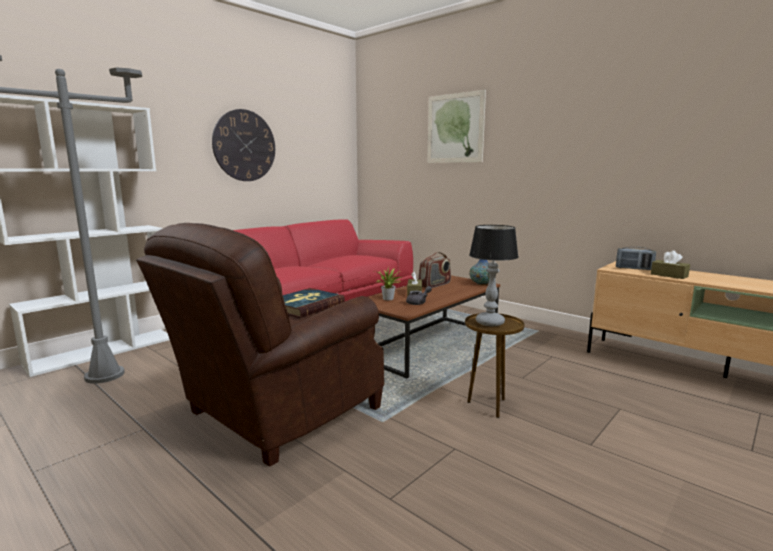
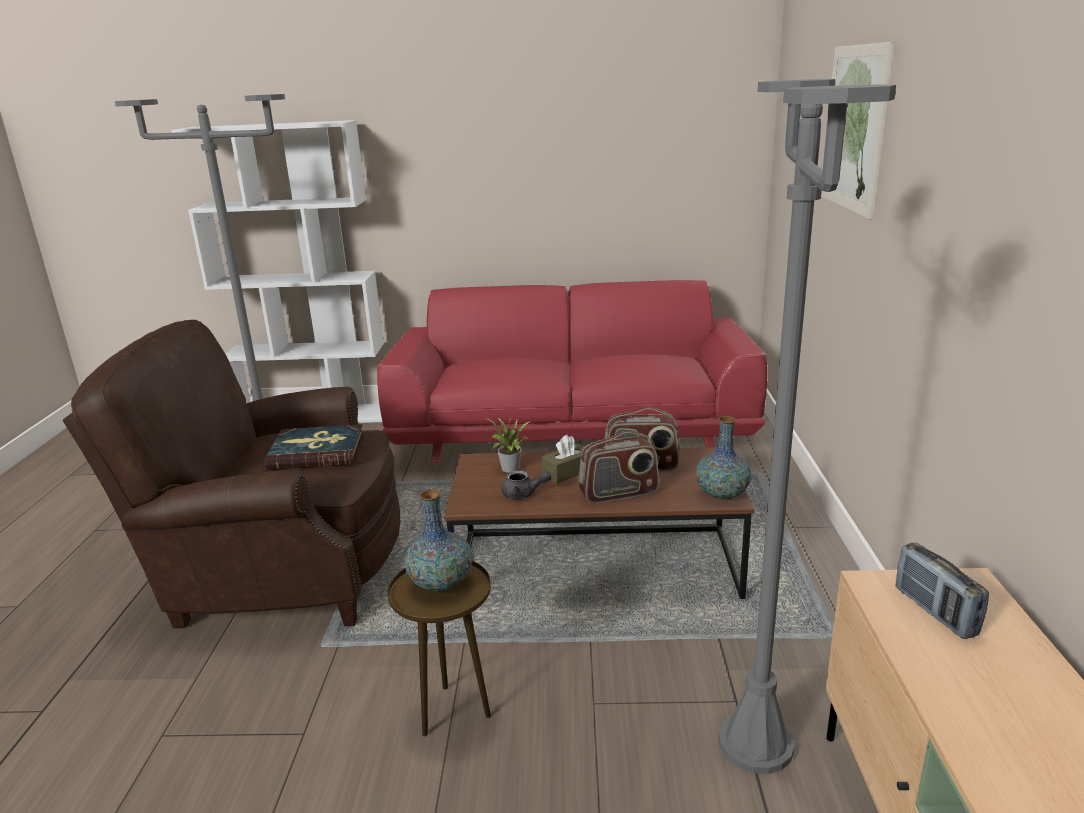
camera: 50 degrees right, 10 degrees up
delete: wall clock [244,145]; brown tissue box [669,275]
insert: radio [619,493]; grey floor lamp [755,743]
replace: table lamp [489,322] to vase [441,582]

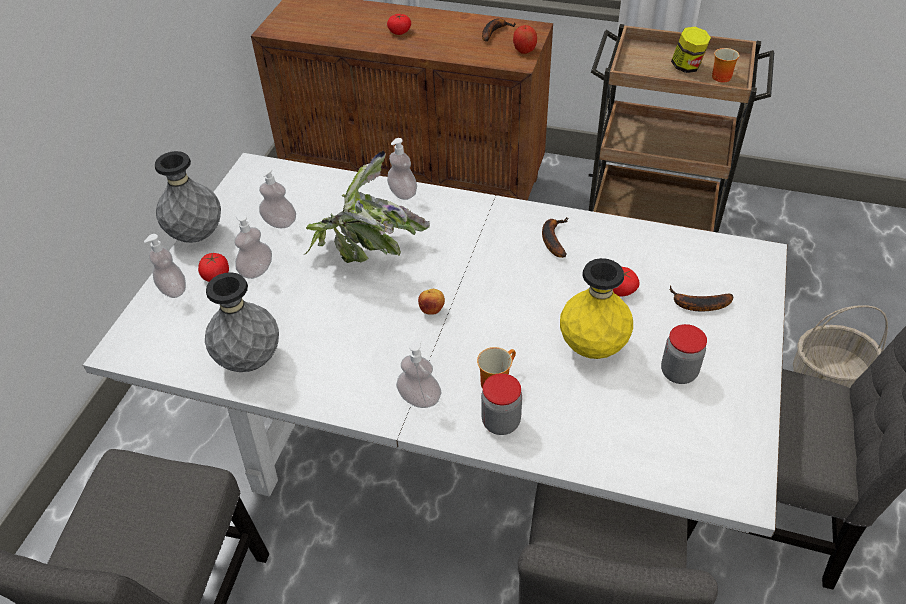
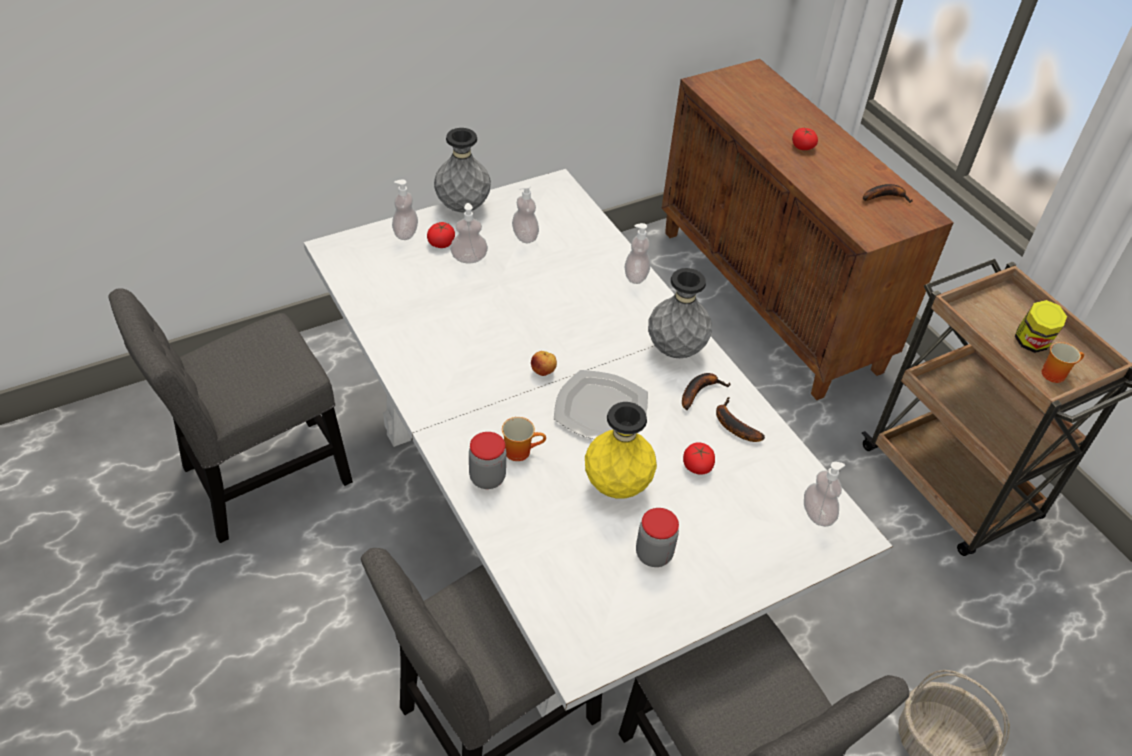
camera: 40 degrees right, 0 degrees up
delete: potted plant [366,254]; apple [524,50]
insert: plate [601,410]
move: grey vase [249,360] to [675,350]; soap dispenser [419,399] to [817,514]; banana [697,305] to [732,425]

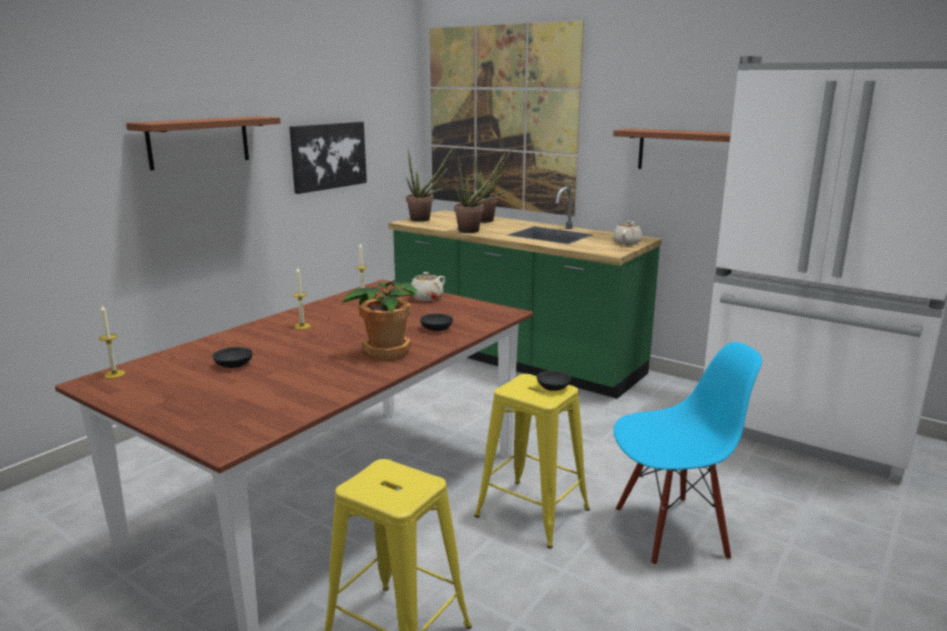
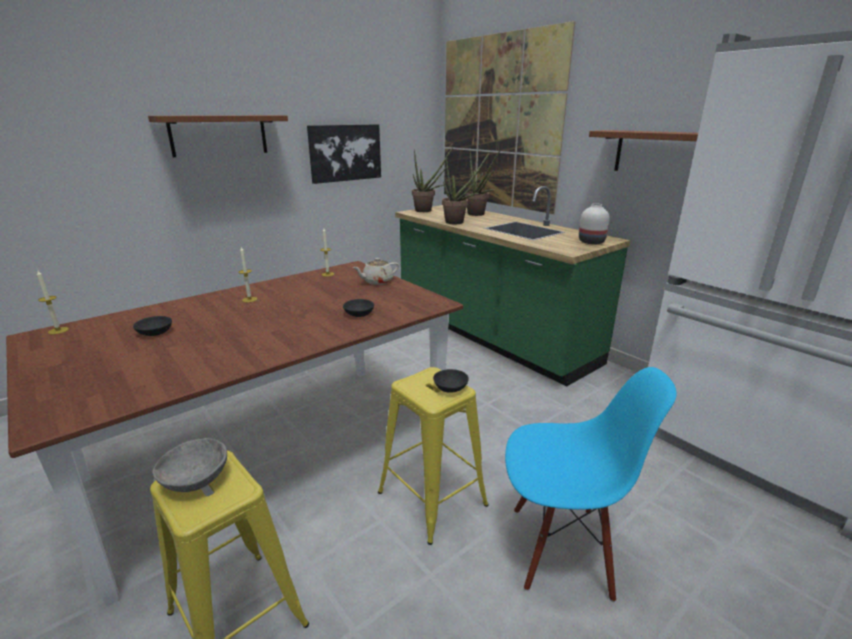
camera: 15 degrees right, 5 degrees up
delete: potted plant [385,352]
insert: grey bowl [196,479]
replace: beige teapot [627,243] to white vase [591,242]

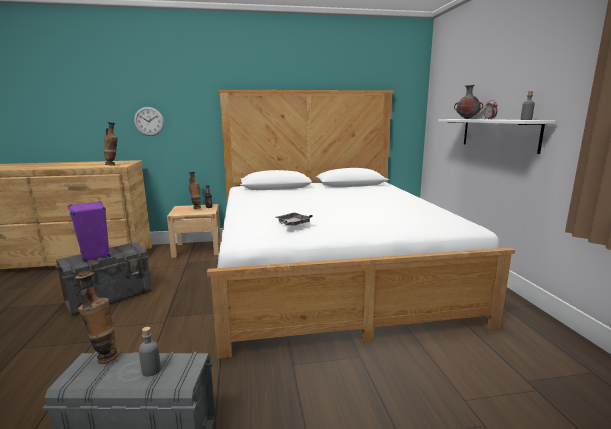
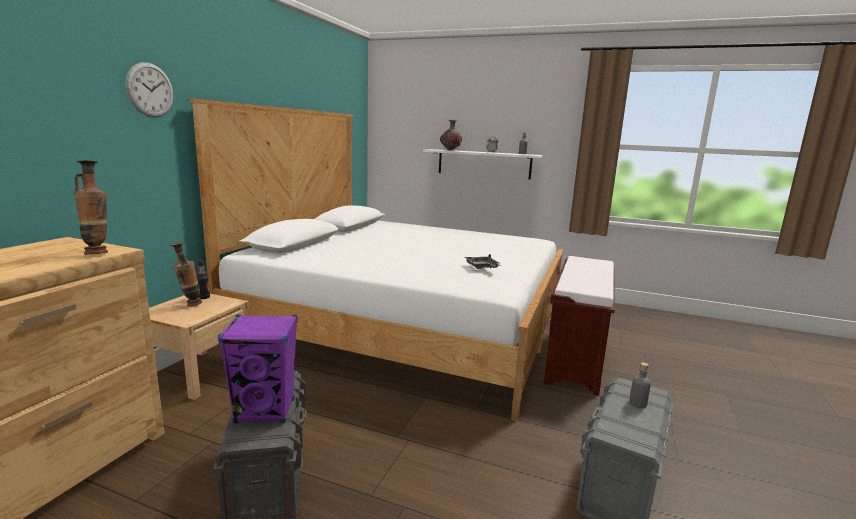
camera: 60 degrees left, 0 degrees up
delete: vase [104,357]
insert: brown bench [575,358]
move: wall clock [149,121] to [150,90]

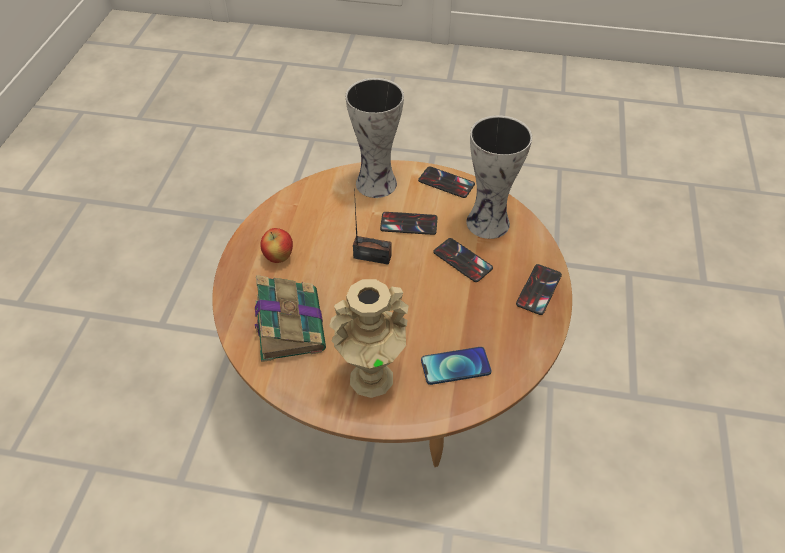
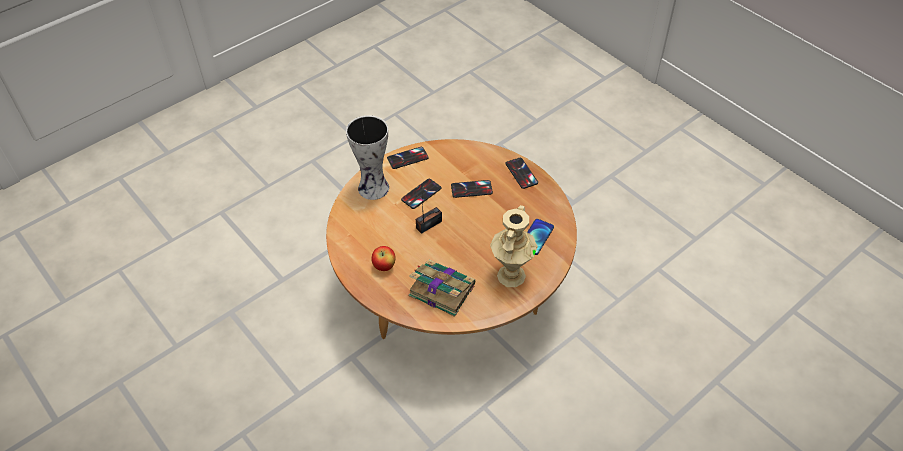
camera: 50 degrees left, 0 degrees up
delete: vase [489,224]

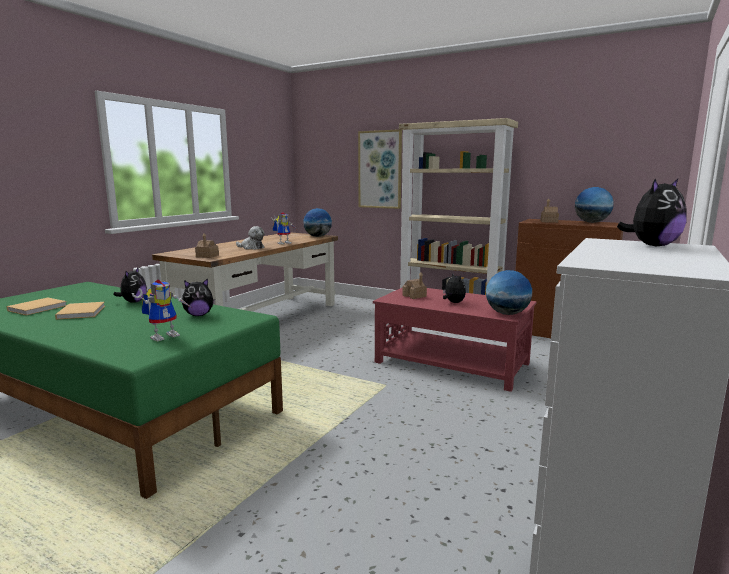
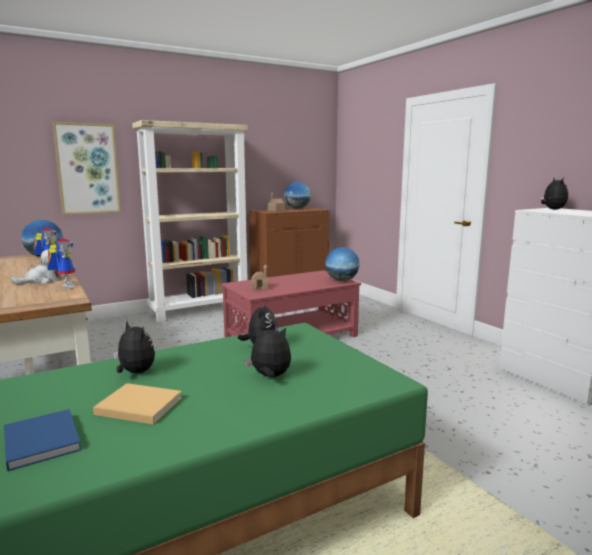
camera: 60 degrees left, 0 degrees up
delete: toy house [207,256]
move: toy robot [165,336] to [65,286]; plush toy [453,302] to [270,376]
recolor: beige book [39,308] to blue book [41,440]

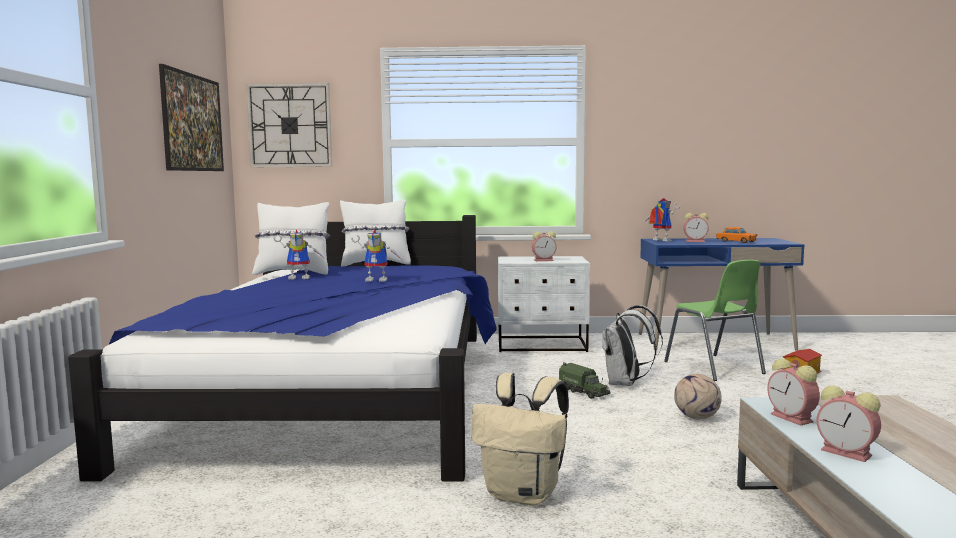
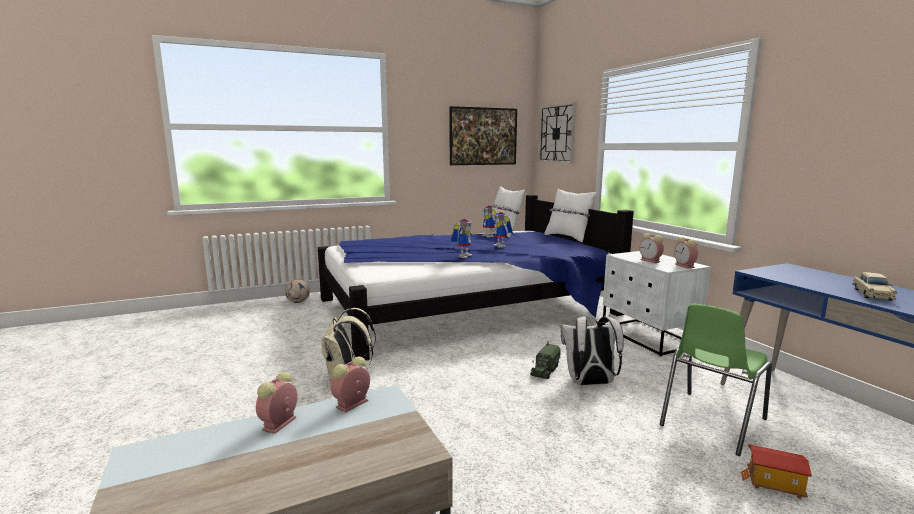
camera: 65 degrees right, 5 degrees up
move: toy robot [659,240] to [463,255]; football [696,417] to [298,302]; alarm clock [696,241] to [685,266]
recolor: orange toy car [736,241] to beige toy car [872,294]

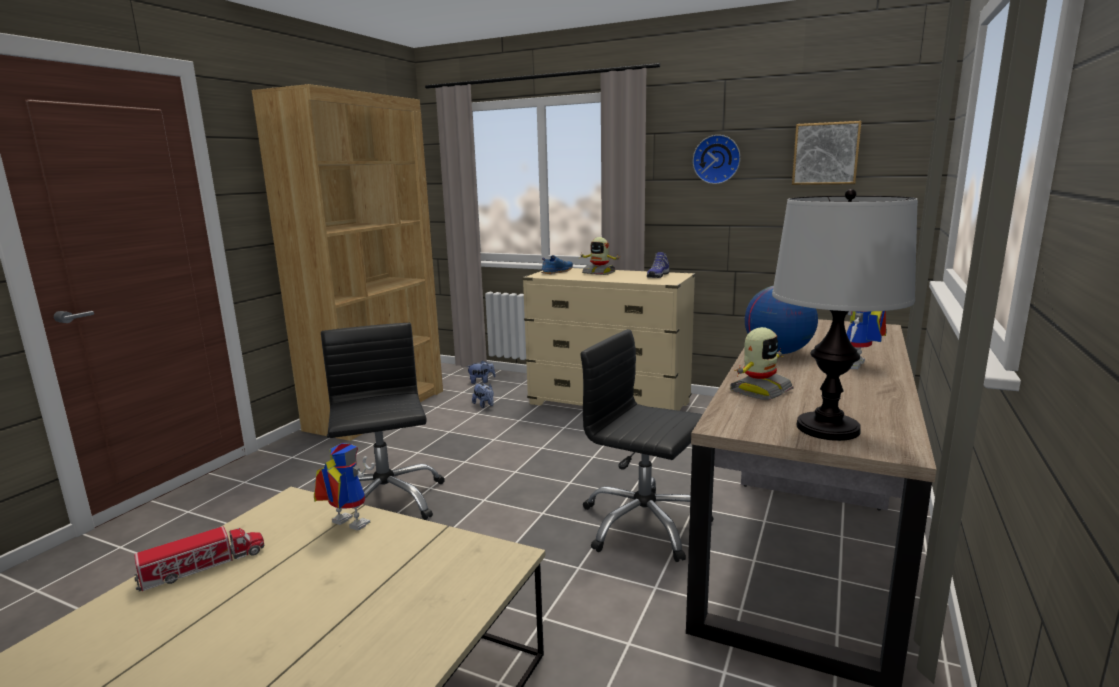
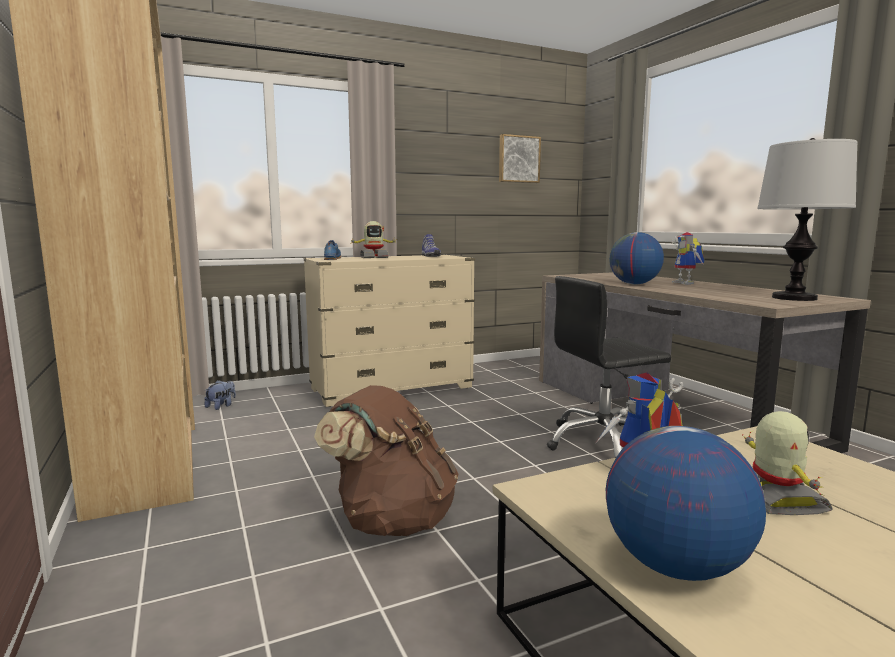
camera: 50 degrees left, 5 degrees down
delete: plush toy [484,405]; wall clock [717,159]
move: toy robot [759,390] to [776,499]
replace: toy truck [203,566] to globe [675,566]; black office chair [385,500] to brown backpack [392,521]

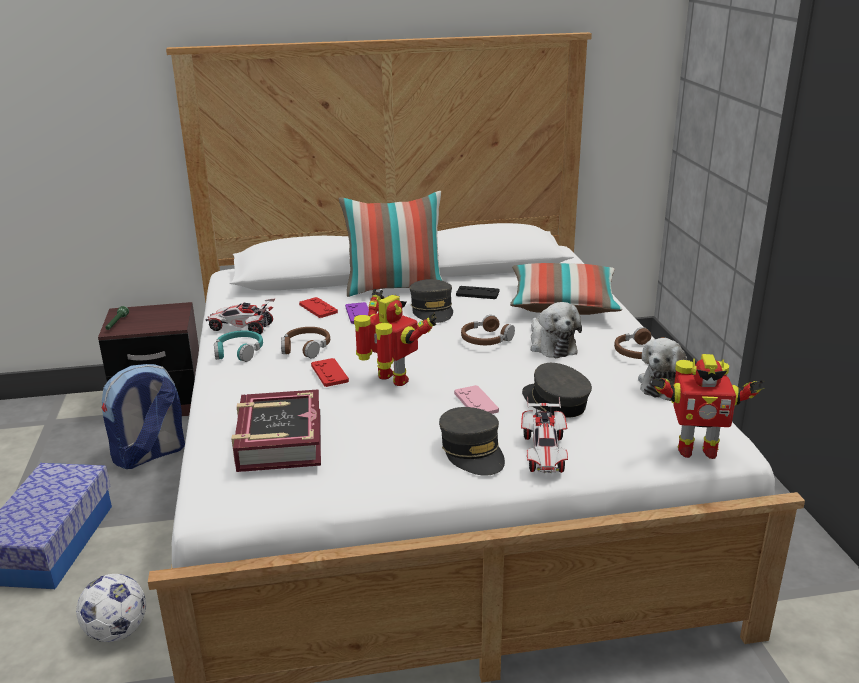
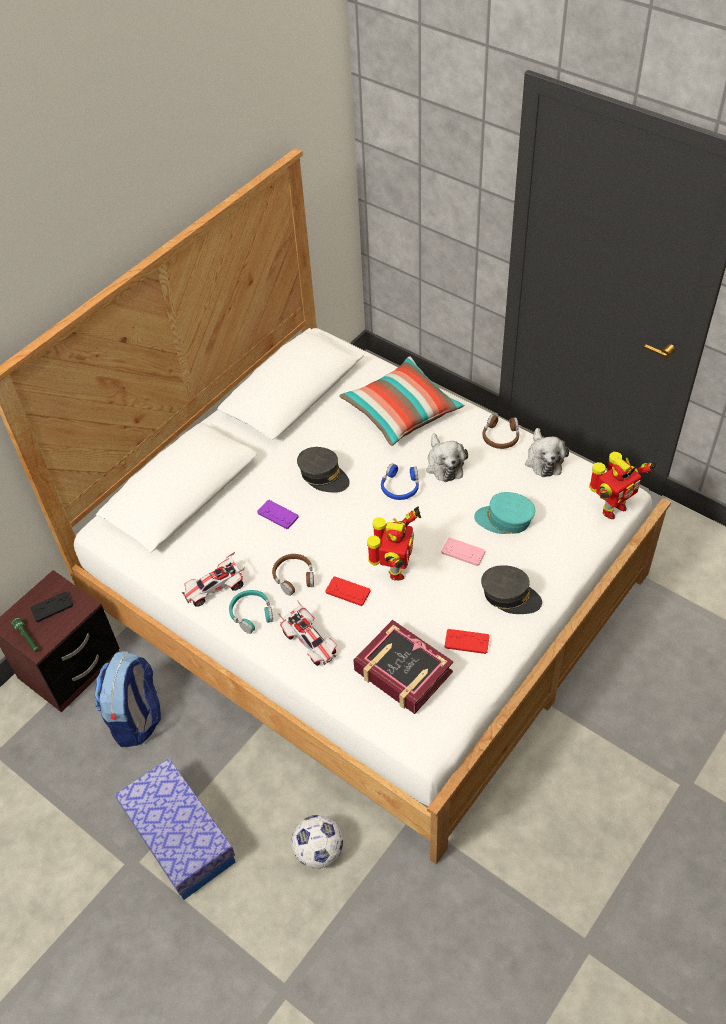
camera: 40 degrees left, 25 degrees up
delete: pillow [395,288]
move: red game controller [318,308] to [466,642]; black game controller [477,293] to [52,607]; toy car [544,453] to [310,643]
recolor: brown headphones [486,339] to blue headphones [400,486]; grey cap [555,402] to turquoise cap [504,520]
rotate: toy robot [392,380] = [395,570] 105 degrees clockwise; plush toy [551,345] = [444,464] 45 degrees clockwise

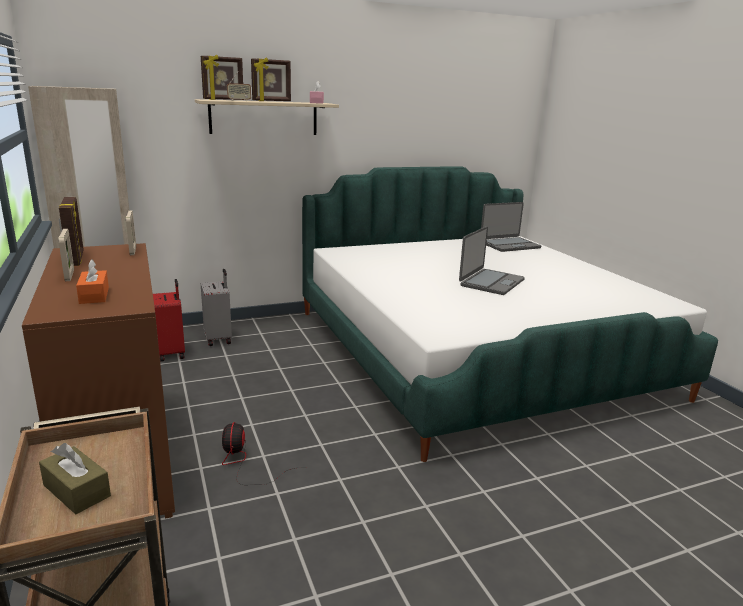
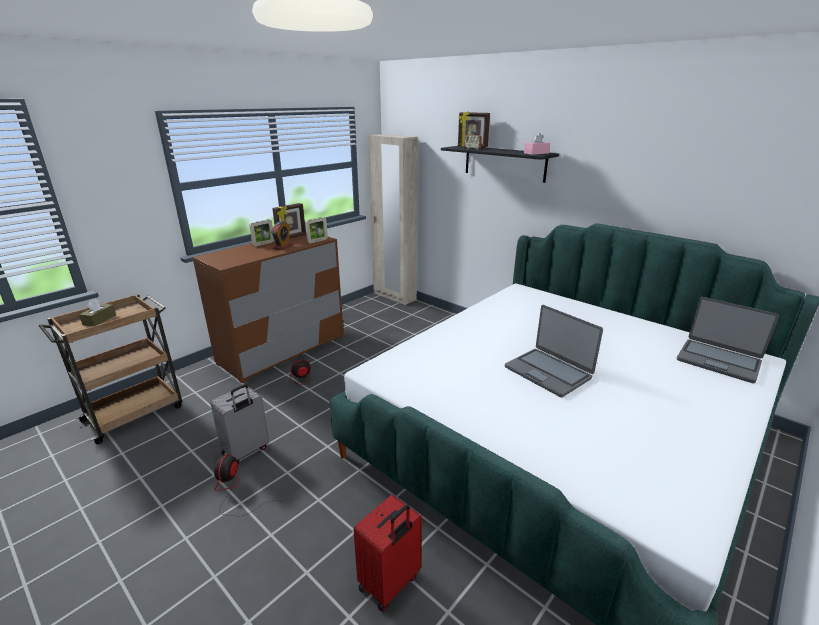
camera: 65 degrees right, 5 degrees up
delete: orange tissue box [94,295]; picture frame [272,101]
insert: fan [234,491]; alarm clock [283,246]
move: red suitcase [172,353] to [390,583]; grey suitcase [219,339] to [246,451]
recolor: beige shelf [264,117] to black shelf [504,163]
rotate: laptop [491,282] = [548,372] 45 degrees clockwise

